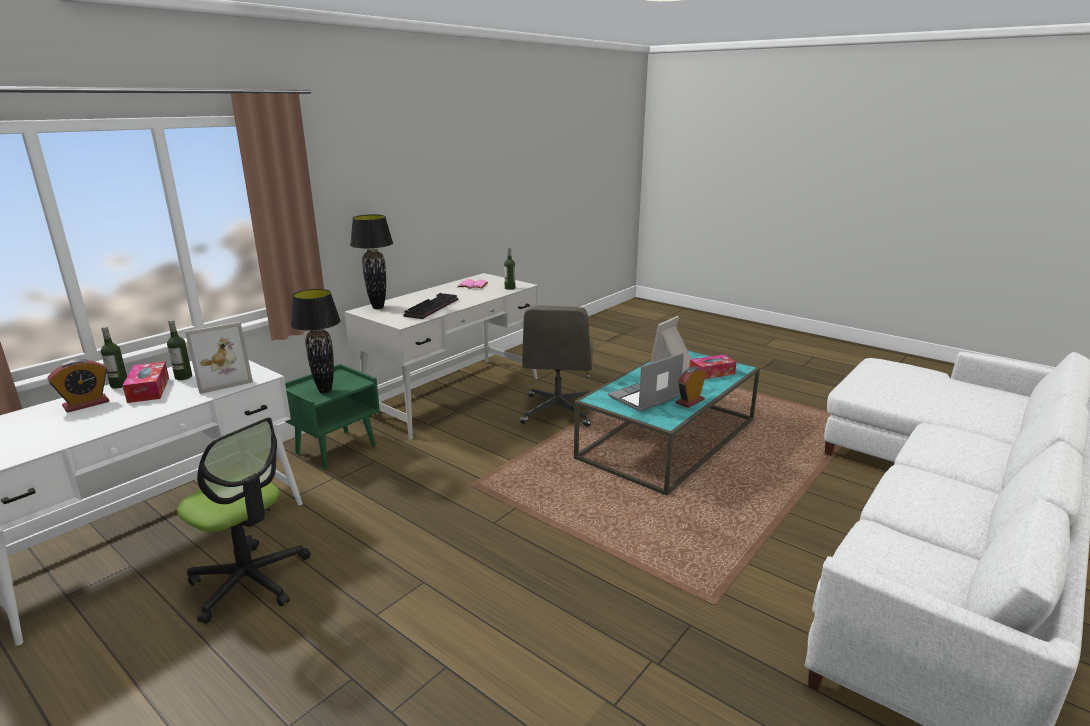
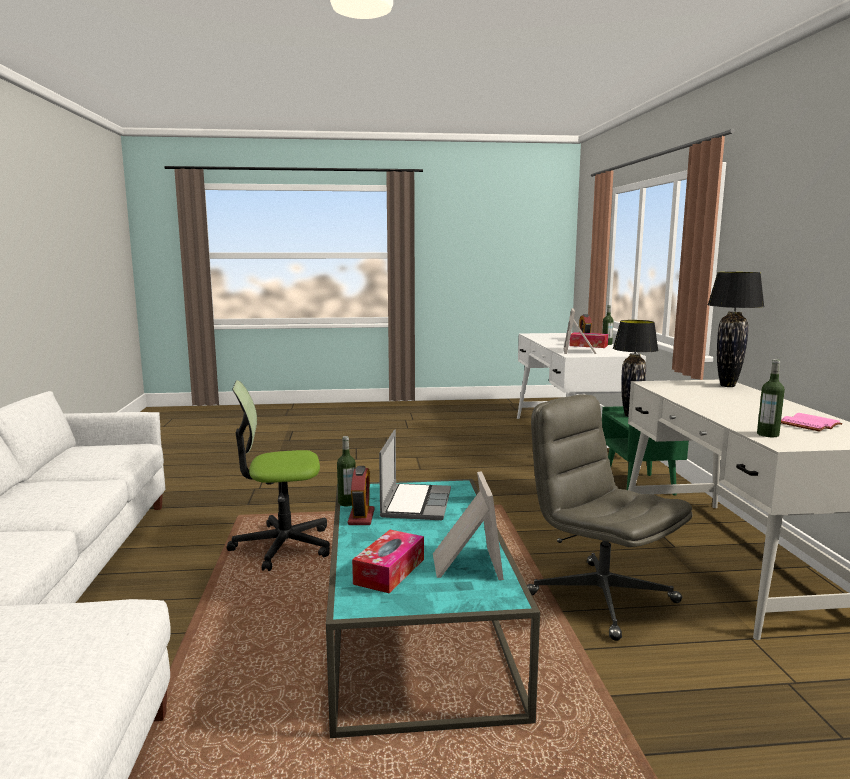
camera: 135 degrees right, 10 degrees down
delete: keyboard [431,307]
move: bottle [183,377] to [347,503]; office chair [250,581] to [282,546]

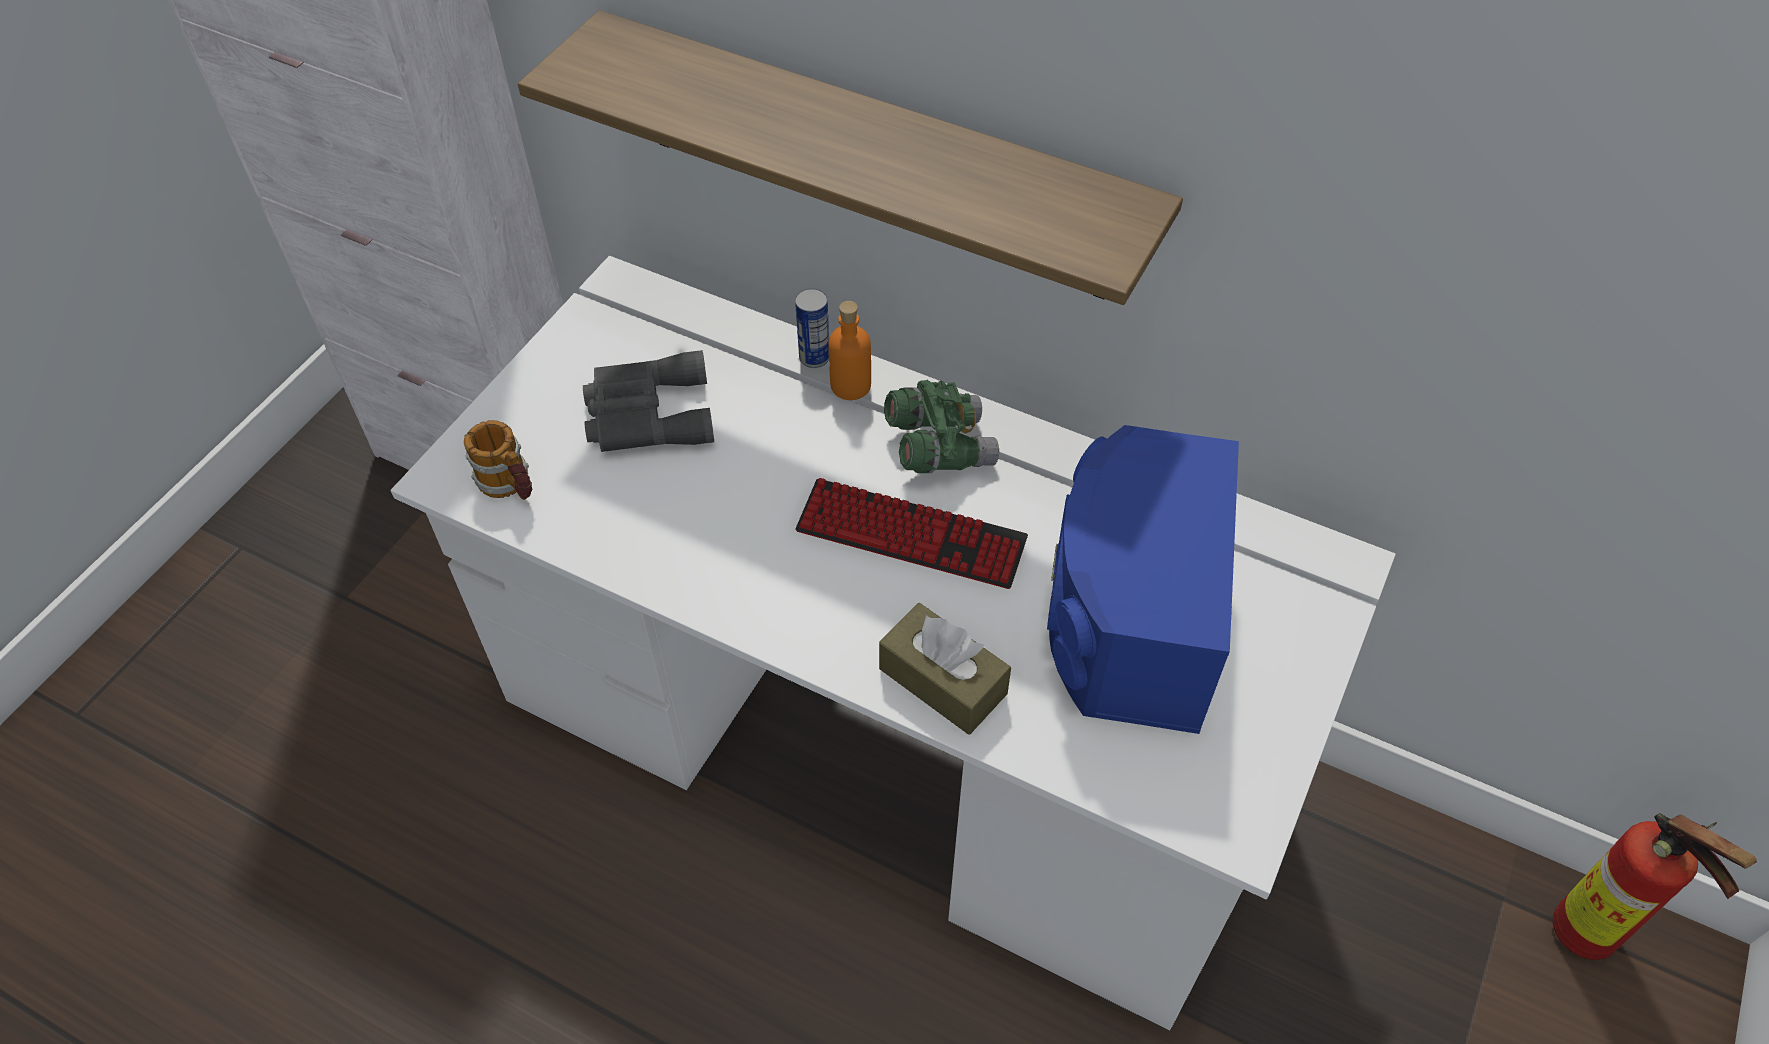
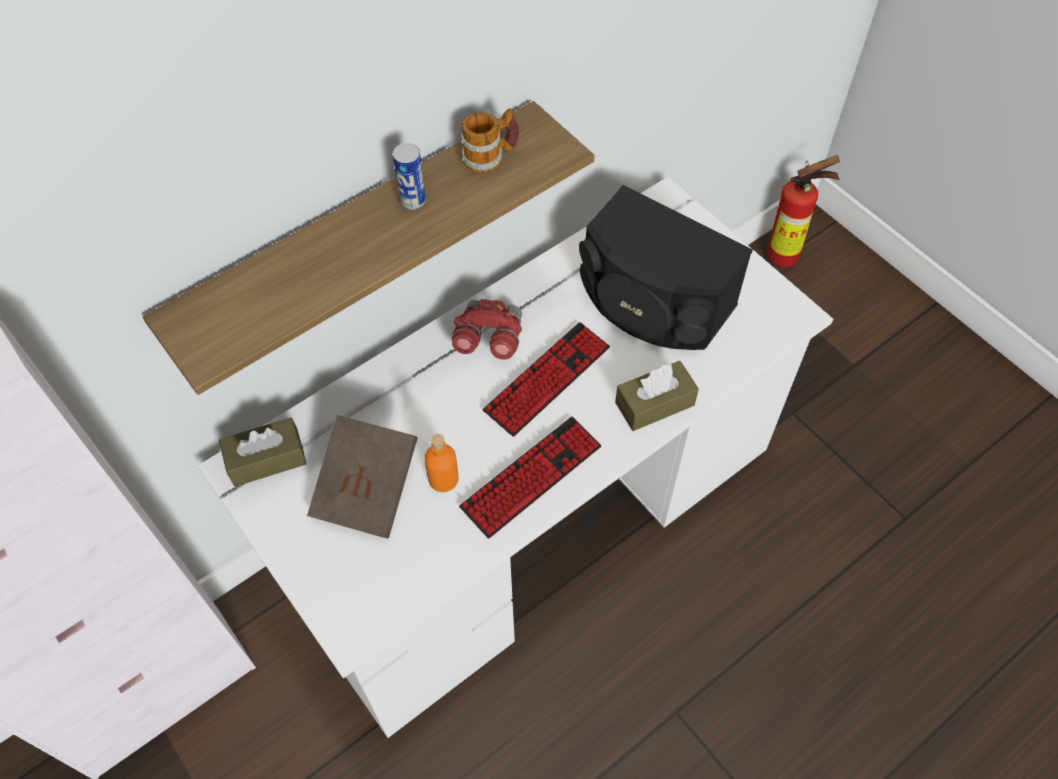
camera: 65 degrees left, 5 degrees up
insert: brown tissue box [266,459]; keyboard [531,477]
move: mug [509,485] to [490,157]; can [814,358] to [413,201]; orange bottle [850,385] to [443,479]
replace: grey binoculars [646,414] to brown book [367,489]
recolor: green binoculars [938,446] to red binoculars [488,339]; blue speaker [1128,617] to black speaker [653,302]

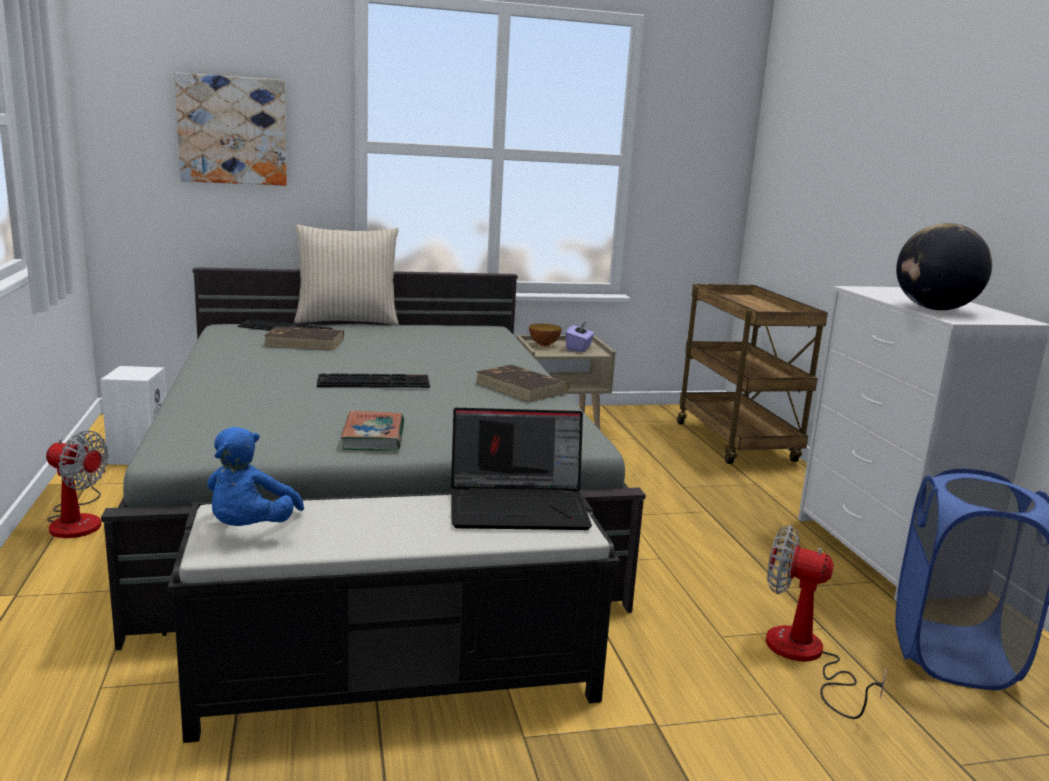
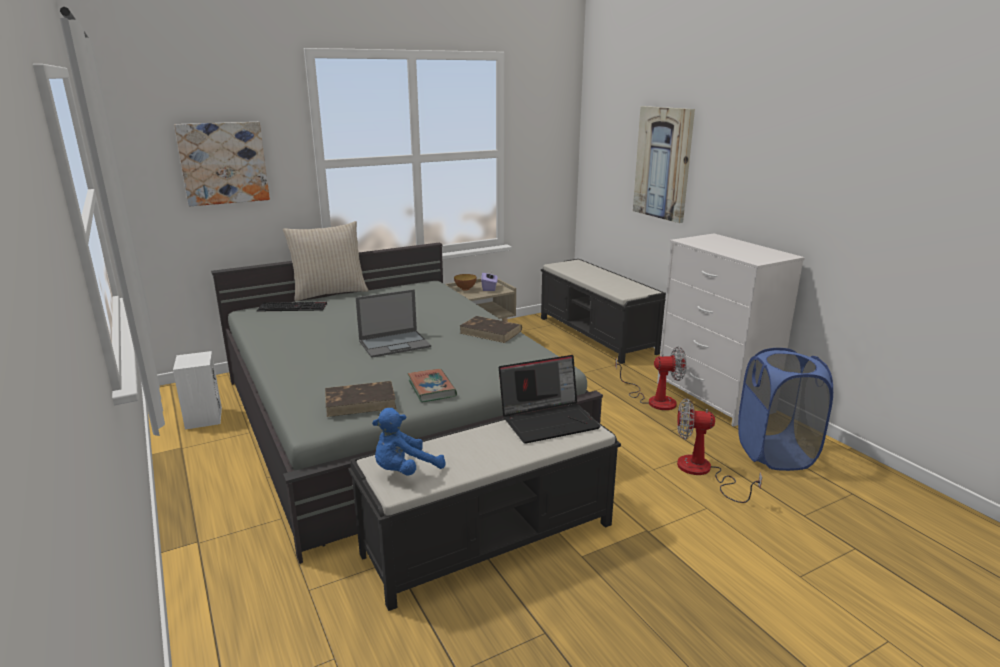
camera: 15 degrees left, 5 degrees up
delete: globe [935,309]
insert: picture [663,163]
move: fan [77,519] to [654,399]; brown book [305,342] to [361,401]
replace: keyboard [375,381] to laptop [395,344]; brown cart [738,443] to black bench [597,335]
rotate: blue plush toy [250,529] = [404,471] 60 degrees clockwise

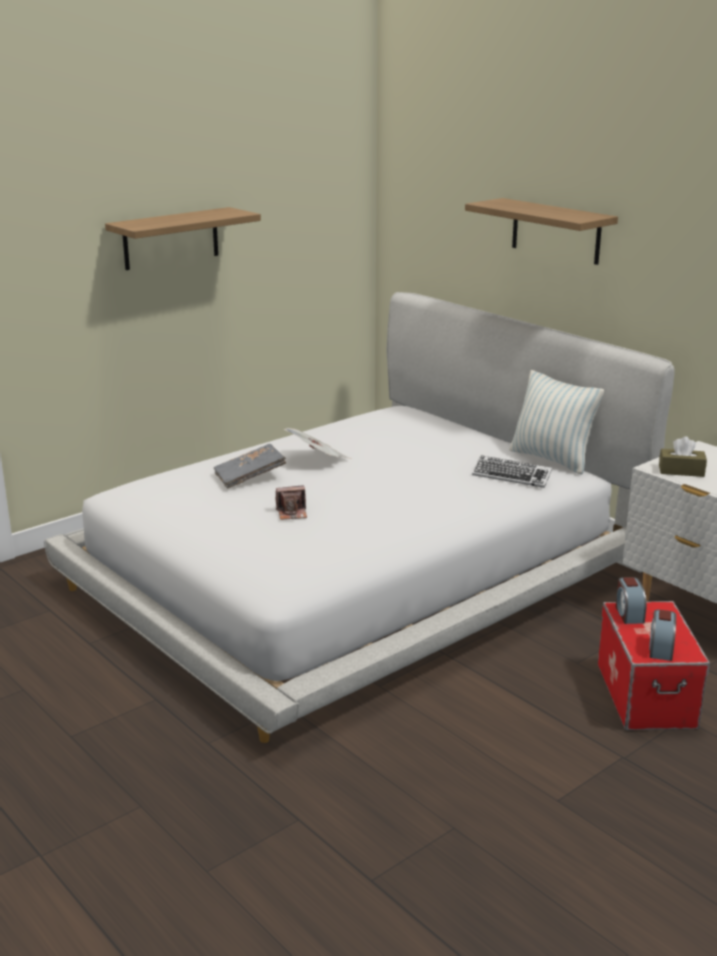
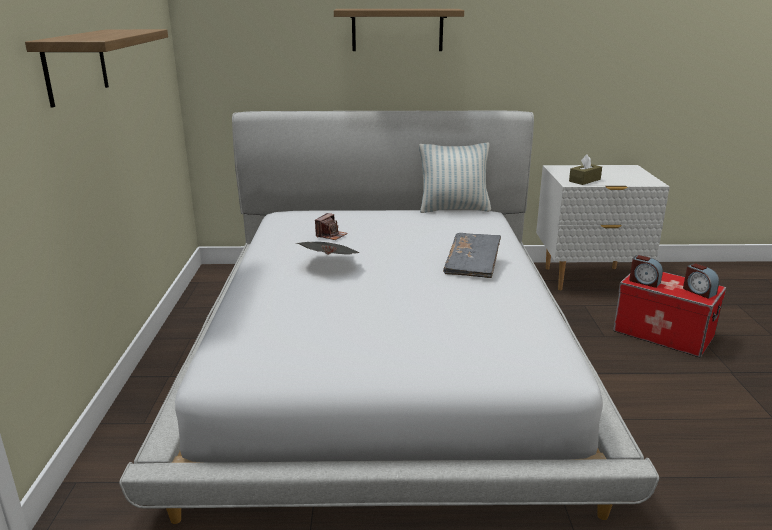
camera: 50 degrees left, 0 degrees up
delete: keyboard [511,476]
move: grey book [250,477] to [472,265]; photo camera [292,513] to [331,235]

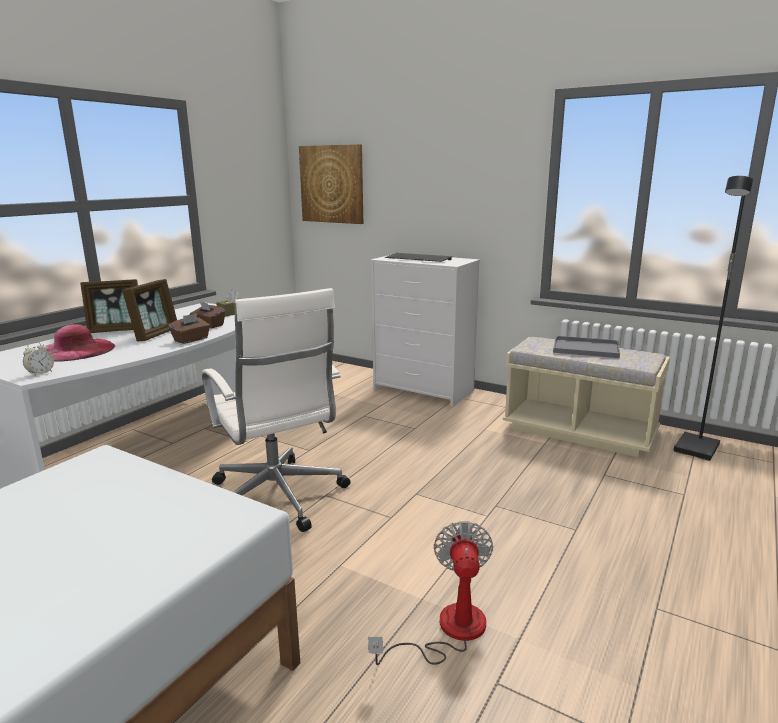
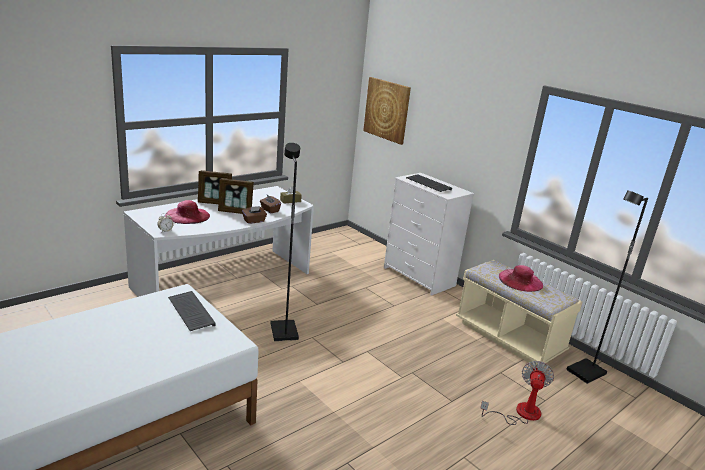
camera: 15 degrees right, 5 degrees up
insert: keyboard [190,312]
move: fan [448,631] to [520,413]
replace: white office chair [277,498] to black floor lamp [283,332]; grey tray [584,348] to pink hat [520,280]
rotate: picture frame [155,334] = [235,212] 60 degrees clockwise

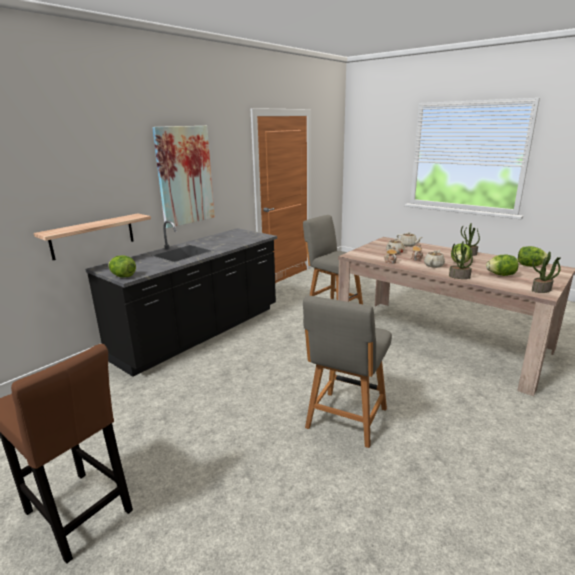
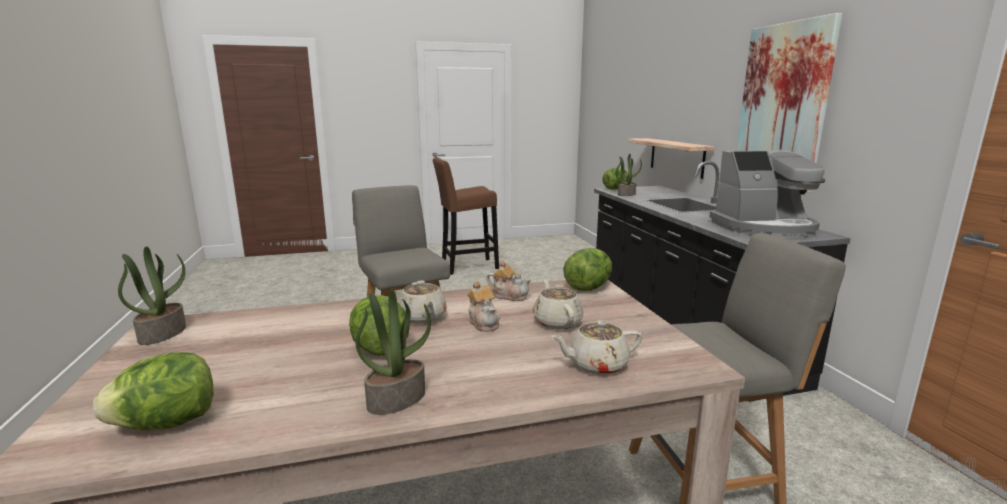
camera: 125 degrees right, 5 degrees down
insert: coffee machine [764,227]
move: potted plant [459,277] to [626,194]; lettuce [501,275] to [588,288]

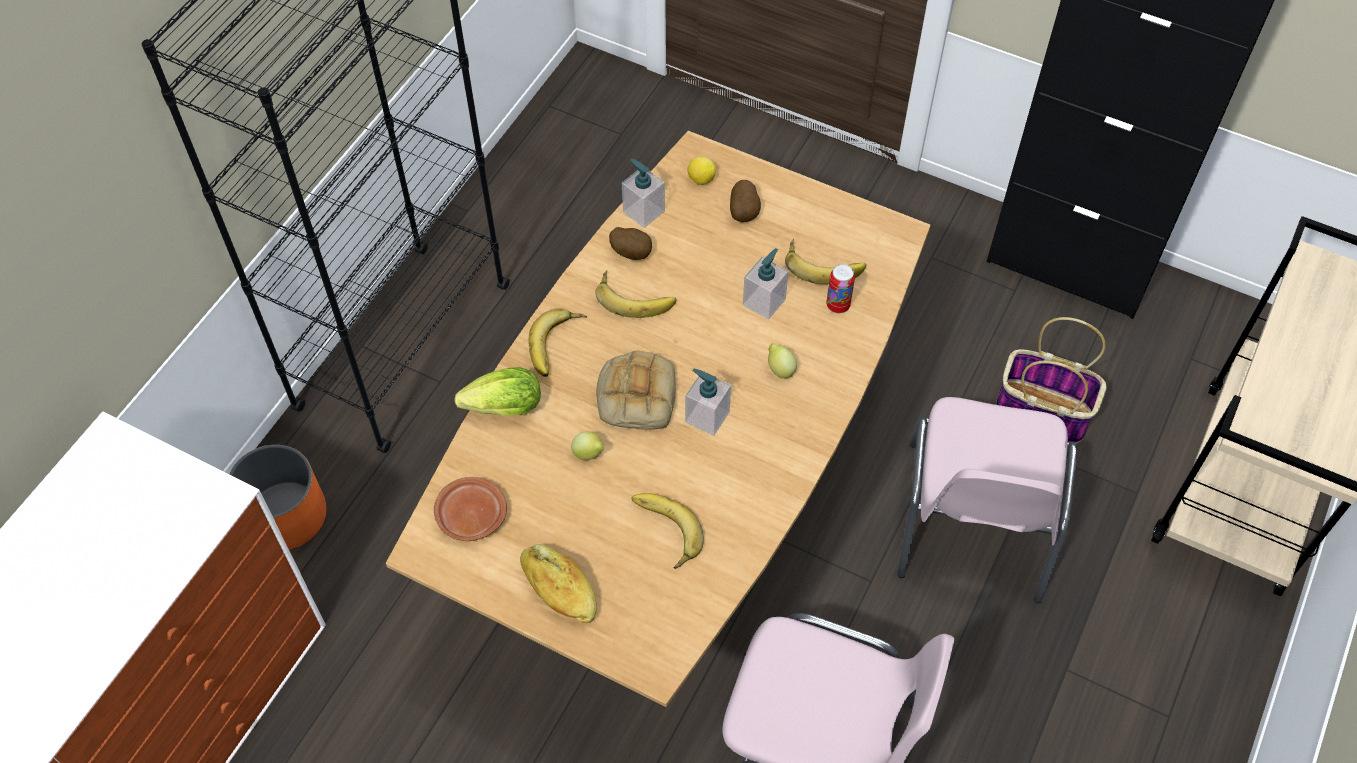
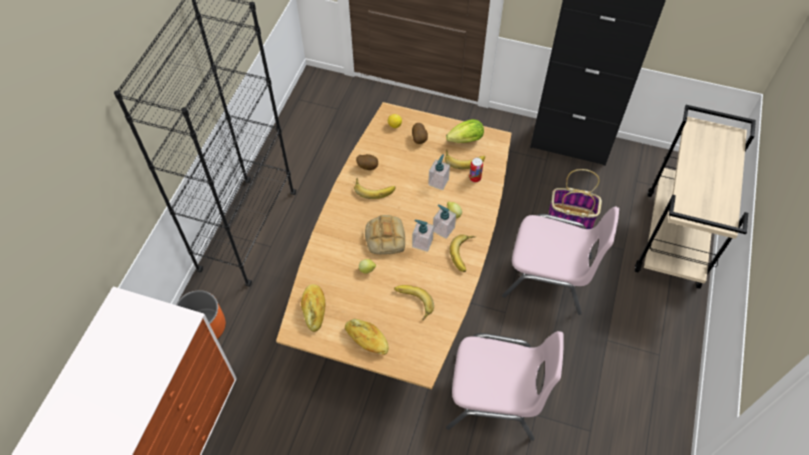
camera: 10 degrees left, 0 degrees up
move: lettuce [499,408] to [463,140]; banana [558,346] to [465,254]; soap dispenser [643,211] to [443,229]
replace: brown plate [470,515] to bread [314,310]
rotate: pink chair [974,524] = [549,276] 75 degrees counterclockwise

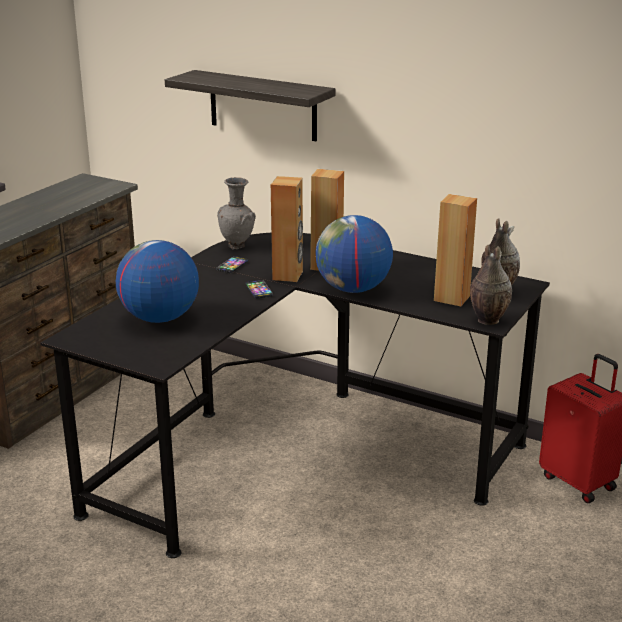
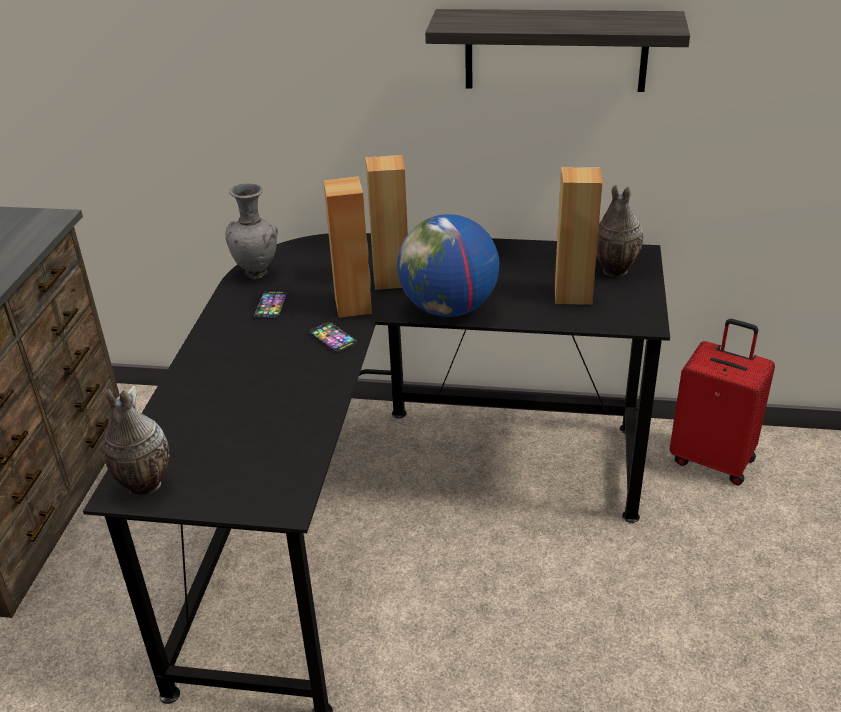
camera: 20 degrees left, 10 degrees up
delete: globe [159,318]
move: shelf [262,105] to [555,50]; vase [486,320] to [142,486]

